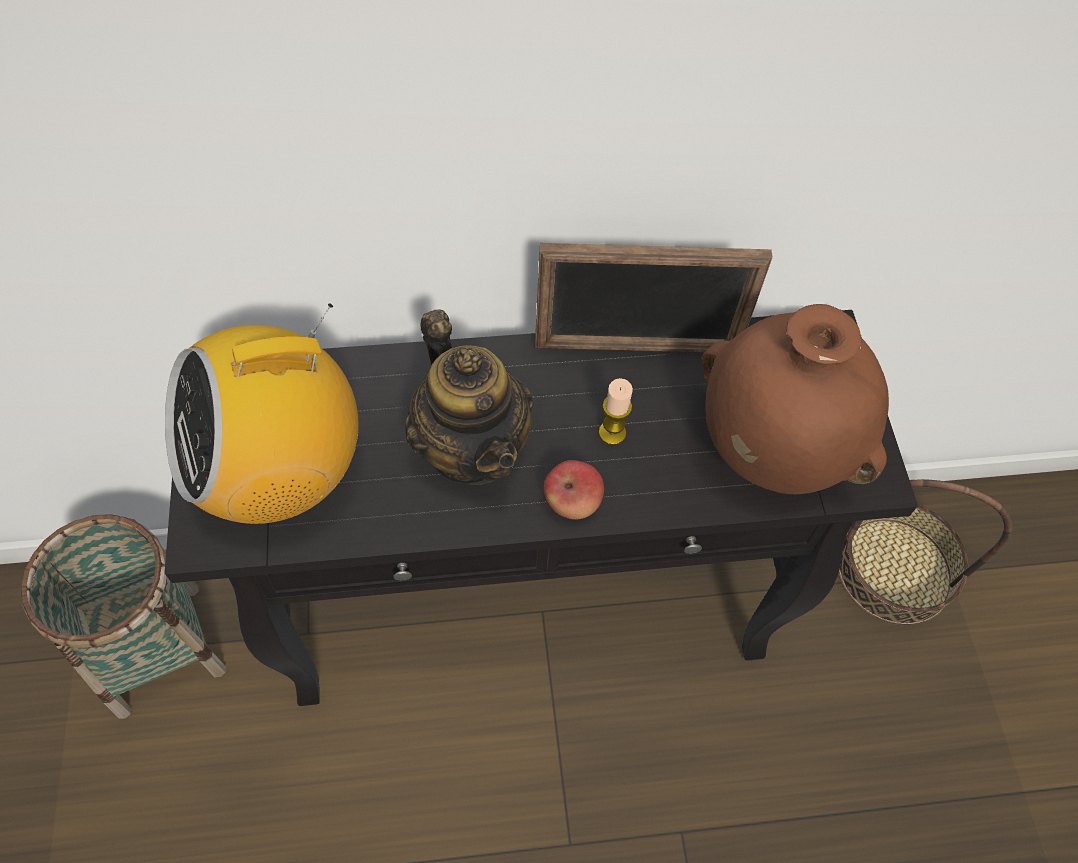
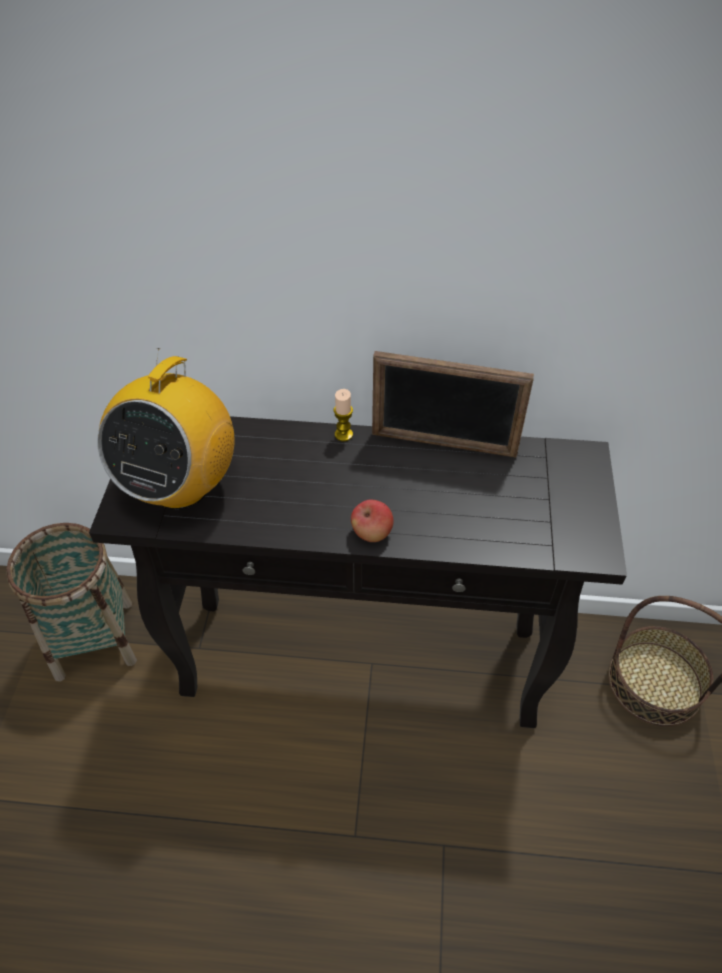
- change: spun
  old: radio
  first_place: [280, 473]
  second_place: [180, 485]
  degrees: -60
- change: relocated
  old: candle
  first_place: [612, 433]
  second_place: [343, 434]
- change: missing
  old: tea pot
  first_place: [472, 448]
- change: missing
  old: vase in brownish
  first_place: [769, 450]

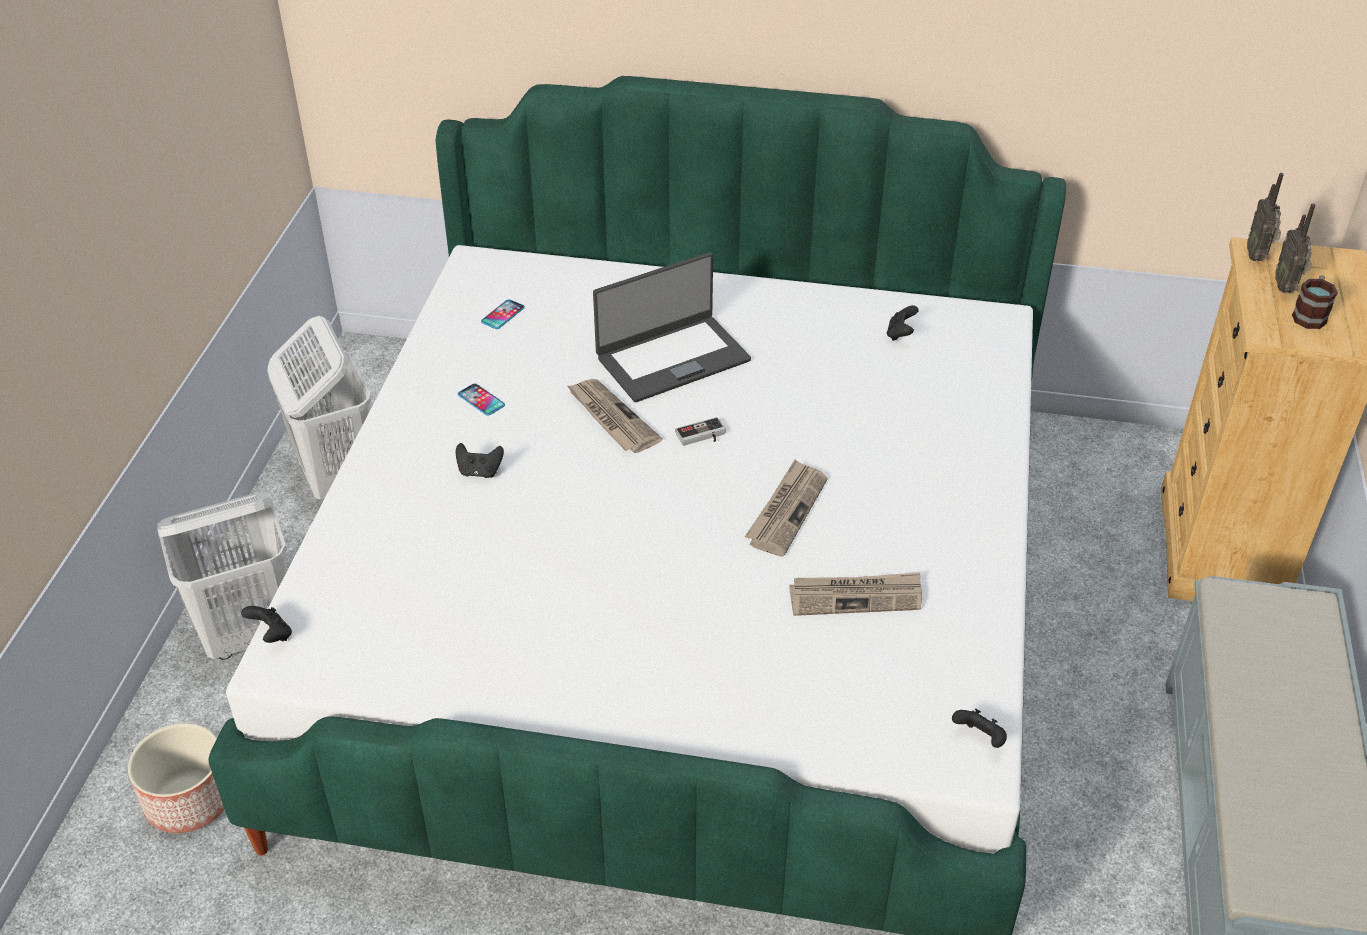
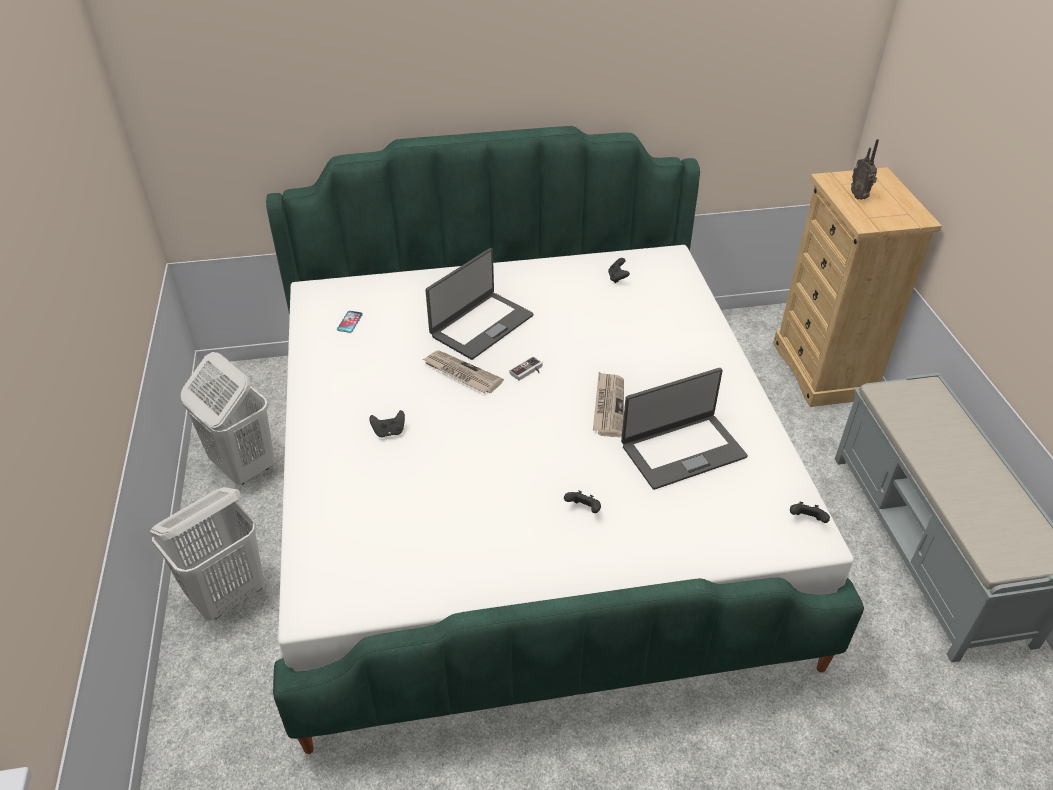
- change: relocated
  old: game controller in black-coloured
  first_place: [271, 635]
  second_place: [583, 509]
- change: exchanged
  old: printed paper
  new: notebook computer
  first_place: [856, 596]
  second_place: [682, 450]
- change: missing
  old: planter
  first_place: [189, 800]
- change: missing
  old: handset
  first_place: [481, 400]
- change: missing
  old: radio
  first_place: [1257, 256]
- change: missing
  old: coffee mug
  first_place: [1310, 314]

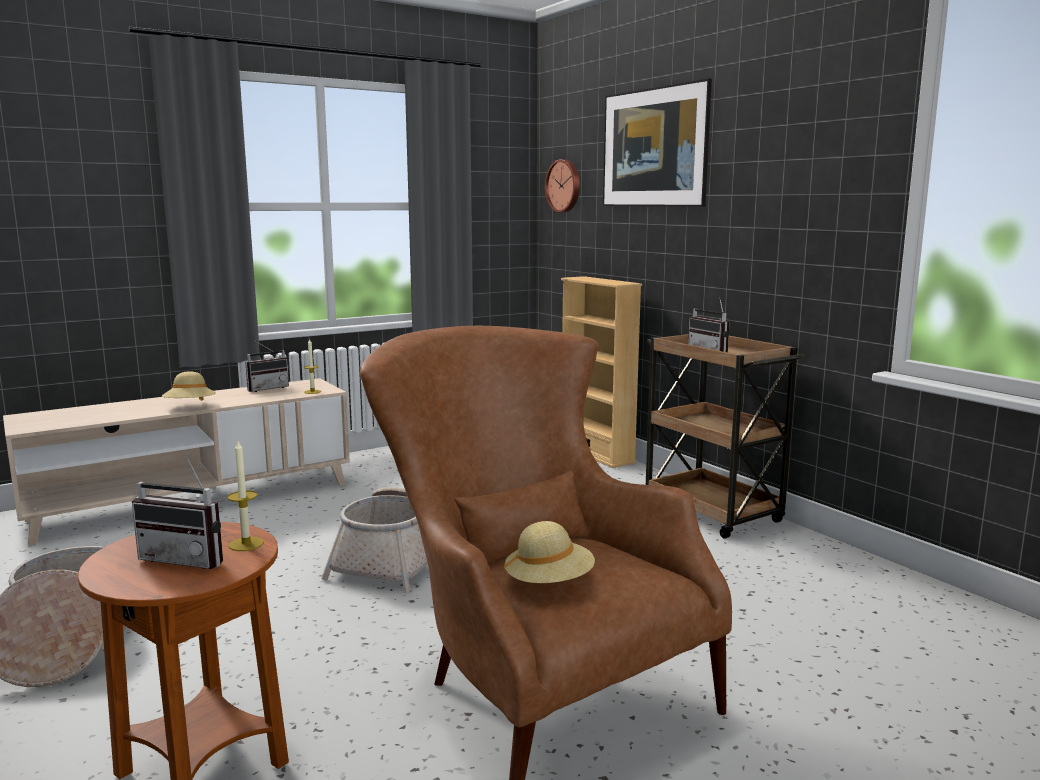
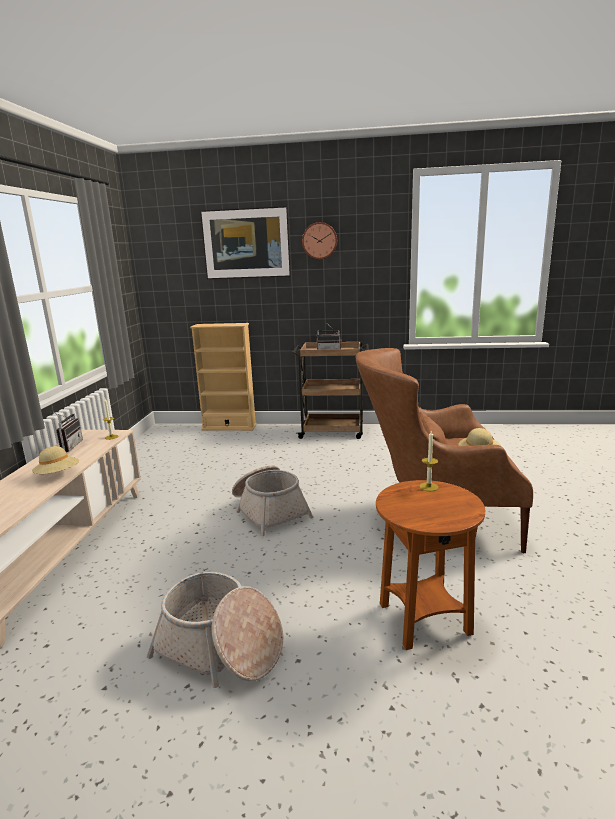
- change: relocated
  old: wall clock
  first_place: [564, 186]
  second_place: [319, 240]
- change: missing
  old: radio
  first_place: [188, 558]

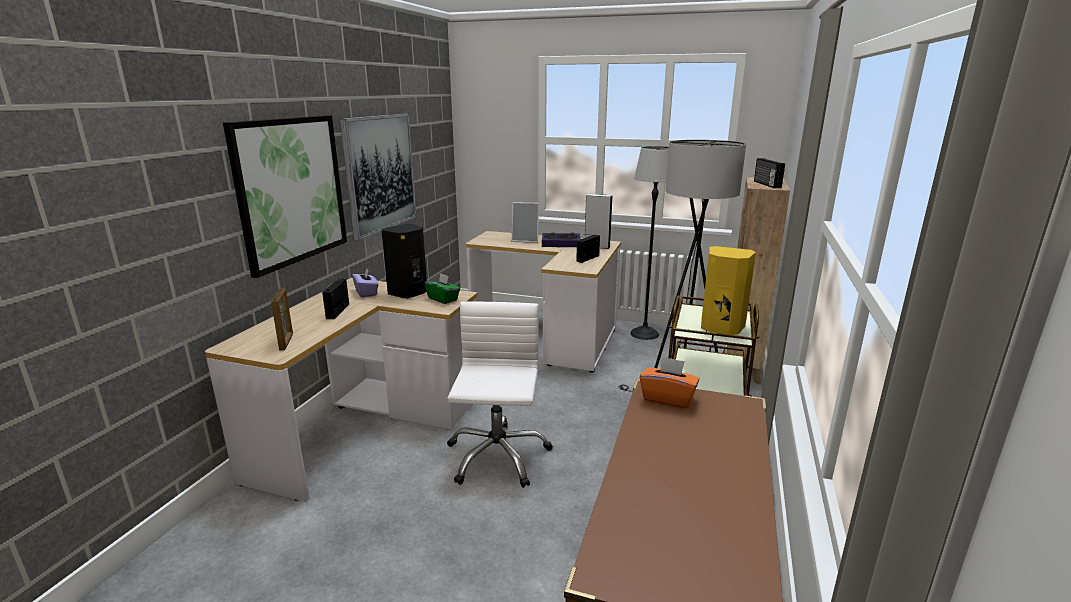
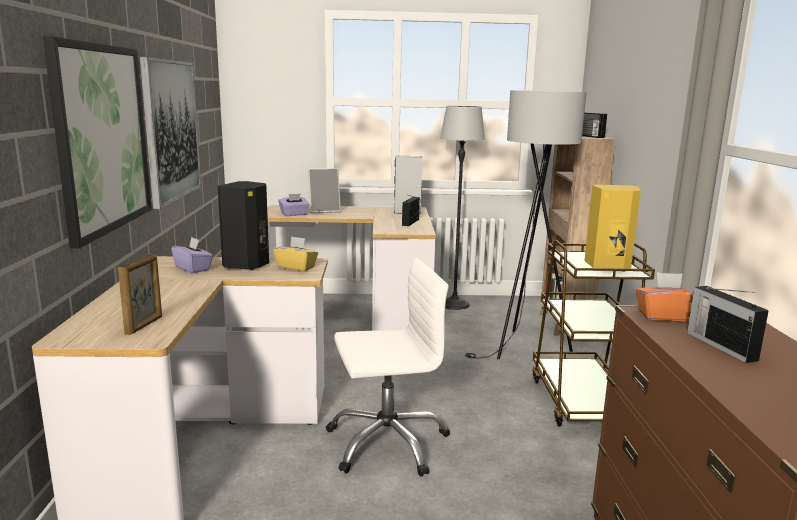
- change: spun
  old: photo frame
  first_place: [286, 342]
  second_place: [144, 325]
  degrees: 45
- change: colour
  old: tissue holder in greenish
  new: tissue holder in yellow-coloured
  first_place: [443, 299]
  second_place: [296, 267]
- change: appeared
  new: tissue holder in purple
  second_place: [294, 214]
- change: spun
  old: office chair in white
  first_place: [497, 456]
  second_place: [387, 442]
  degrees: 90
- change: relocated
  old: radio
  first_place: [338, 311]
  second_place: [720, 345]
- change: missing
  old: volume
  first_place: [561, 243]

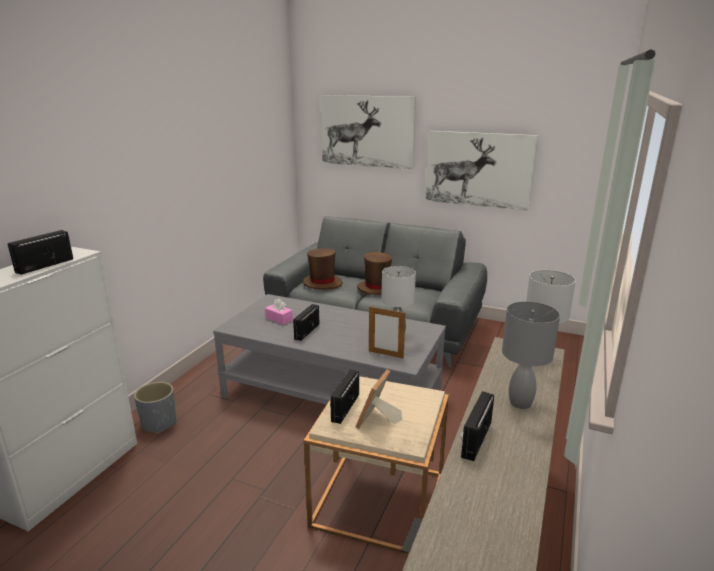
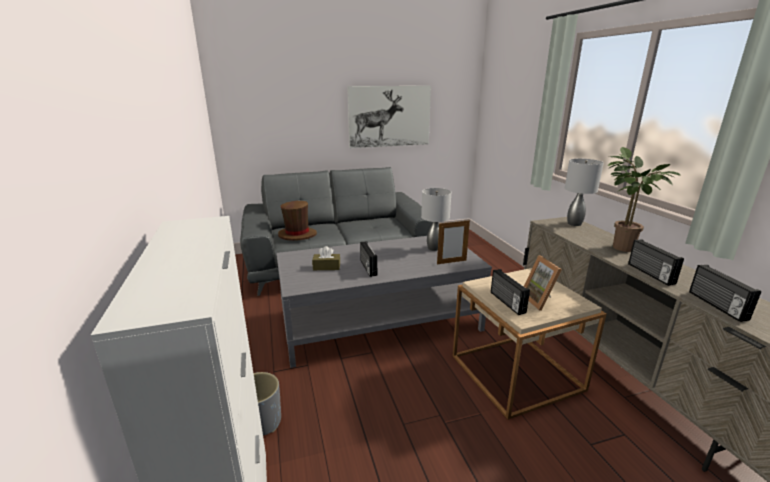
- change: colour
  old: tissue holder in pinkish
  new: tissue holder in brownish
  first_place: [279, 319]
  second_place: [326, 267]
- change: exchanged
  old: table lamp in grey
  new: houseplant
  first_place: [519, 402]
  second_place: [619, 247]
- change: relocated
  old: radio
  first_place: [44, 265]
  second_place: [716, 305]
- change: missing
  old: wall art
  first_place: [367, 131]
- change: missing
  old: wearable hat in brownish
  first_place: [376, 288]

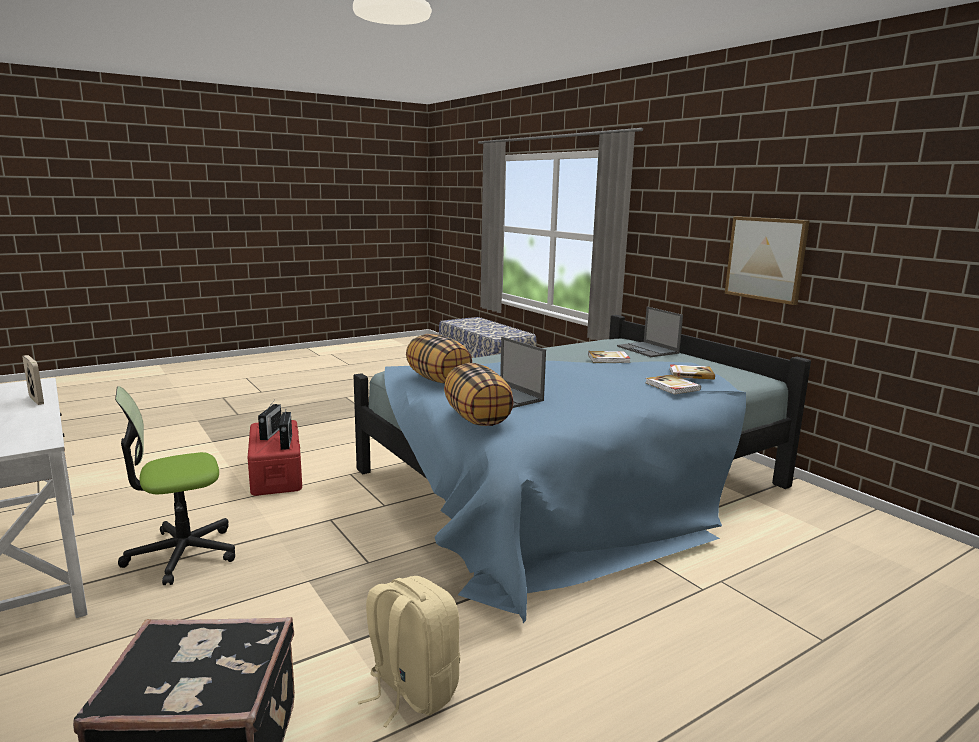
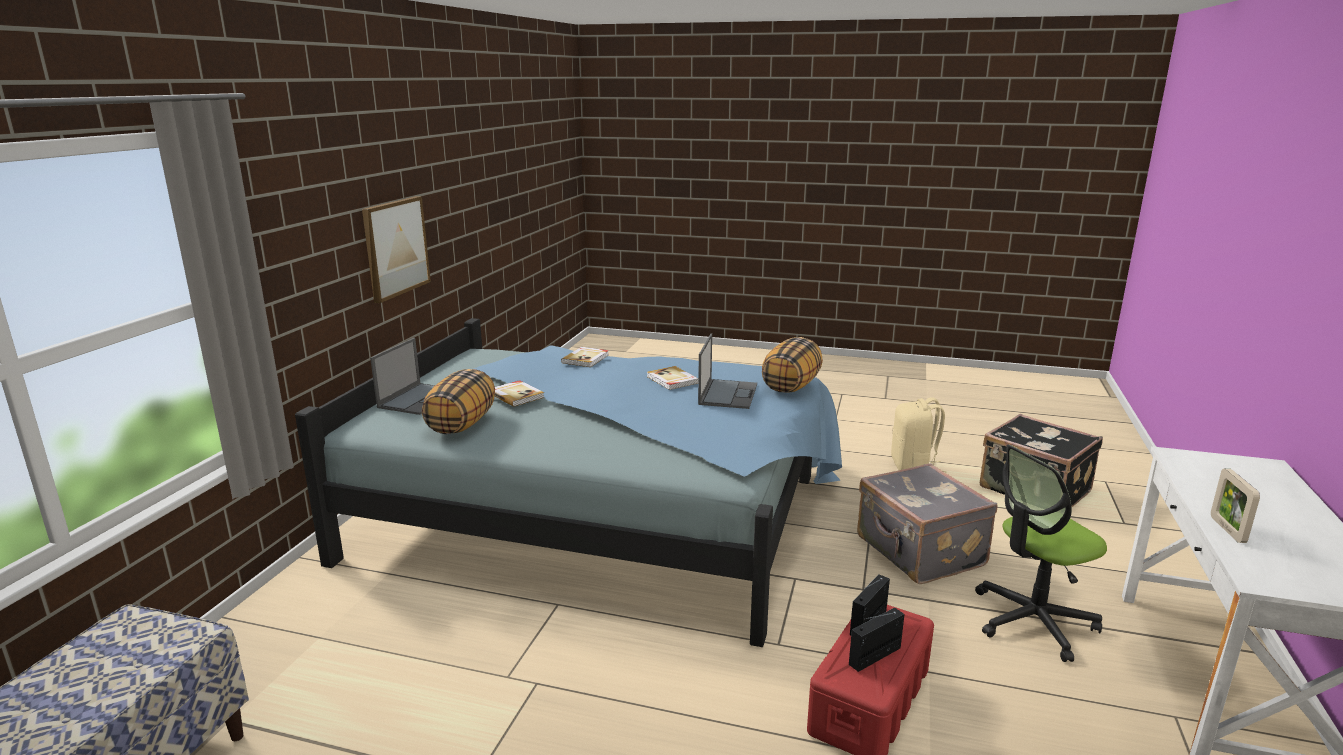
- change: relocated
  old: throw pillow
  first_place: [439, 380]
  second_place: [461, 424]
- change: relocated
  old: volume
  first_place: [690, 374]
  second_place: [672, 380]
- change: appeared
  new: travel case in grey
  second_place: [918, 552]
- change: spun
  old: office chair
  first_place: [182, 554]
  second_place: [1032, 621]
  degrees: 135

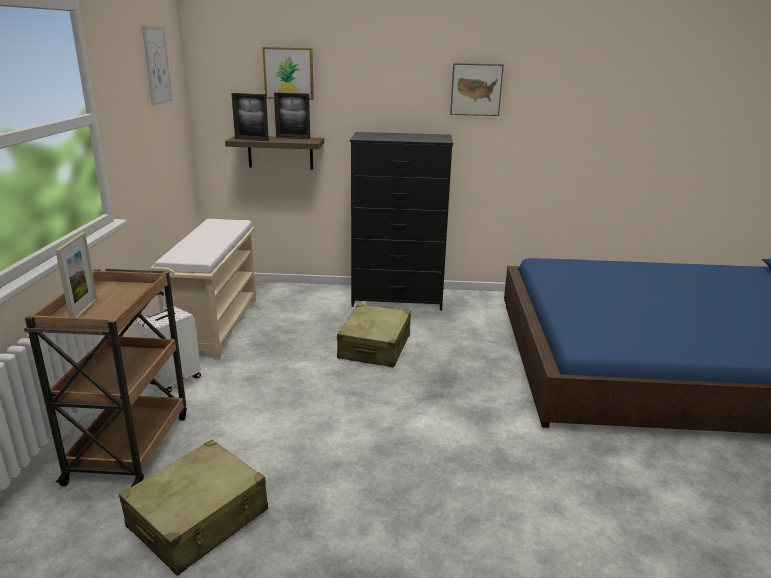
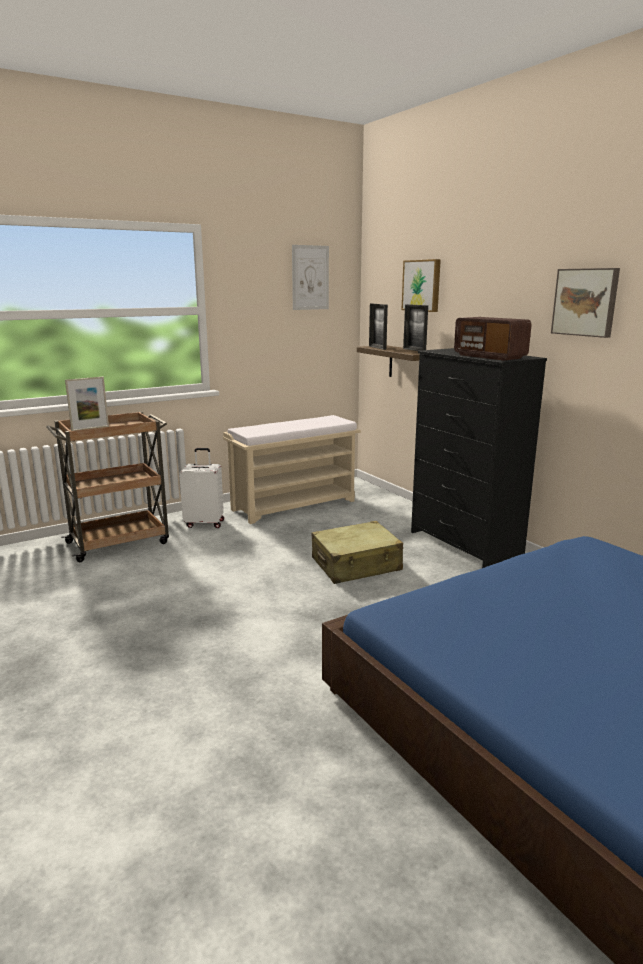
- change: appeared
  new: radio
  second_place: [489, 356]
- change: missing
  old: travel case in sand-coloured
  first_place: [199, 519]

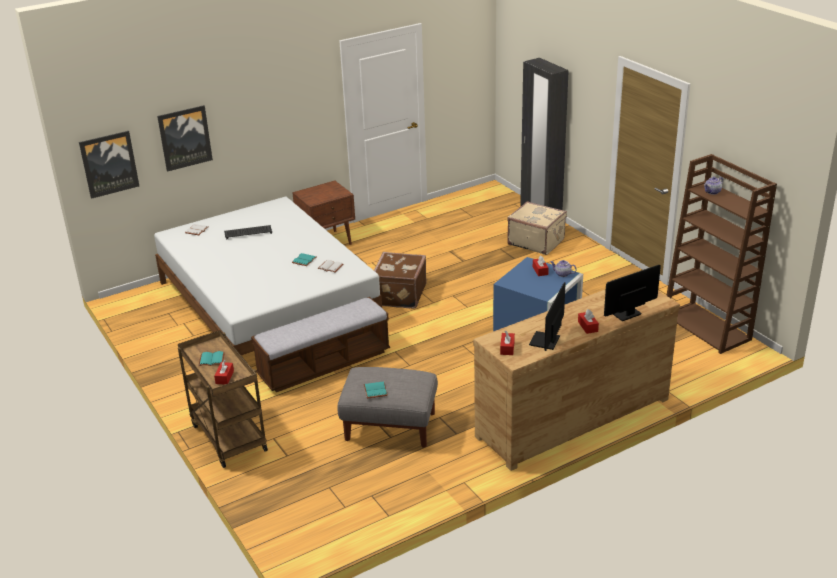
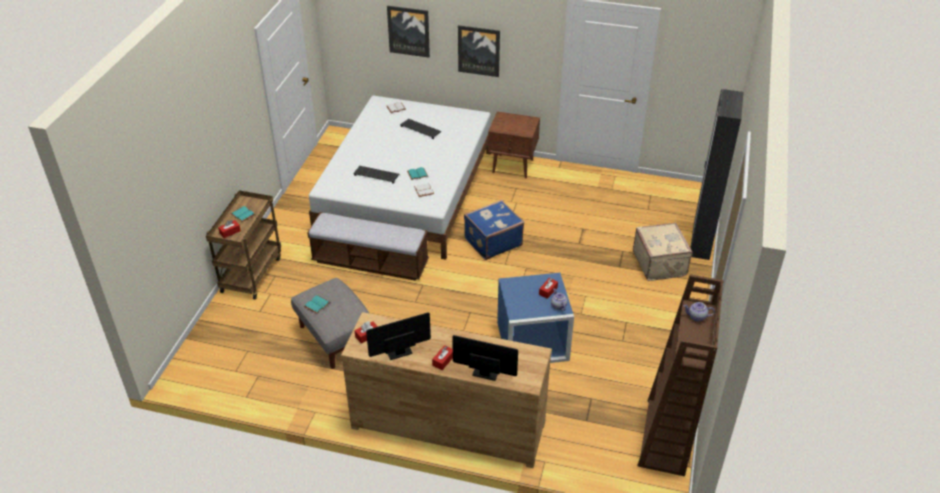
- change: appeared
  new: computer keyboard
  second_place: [377, 175]
- change: relocated
  old: wall art
  first_place: [109, 164]
  second_place: [479, 50]
- change: colour
  old: travel case in brownish
  new: travel case in blue-coloured
  first_place: [398, 295]
  second_place: [492, 241]

